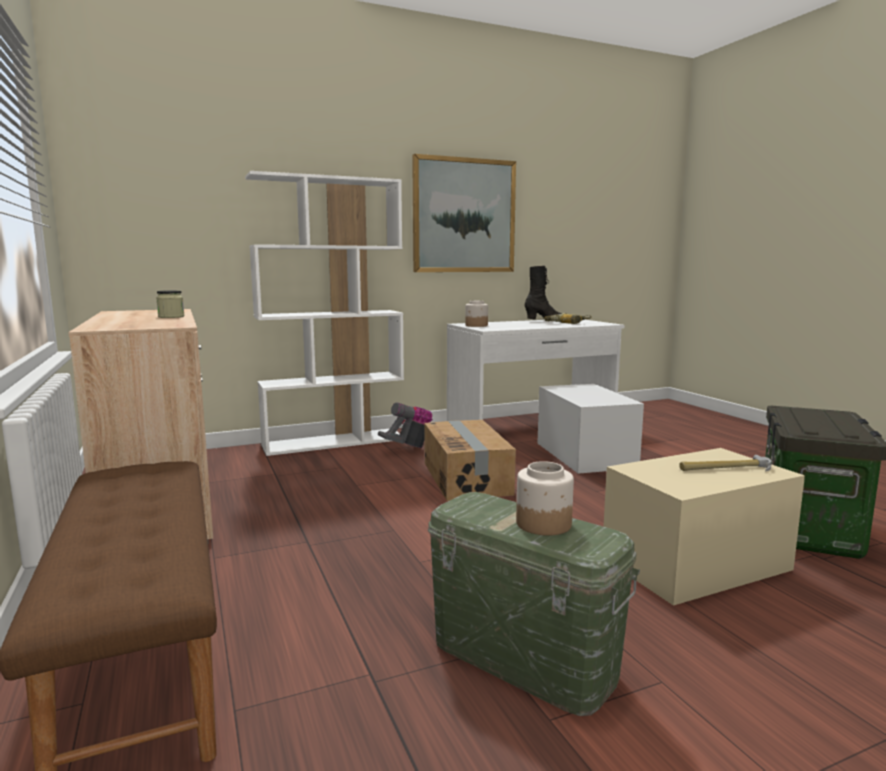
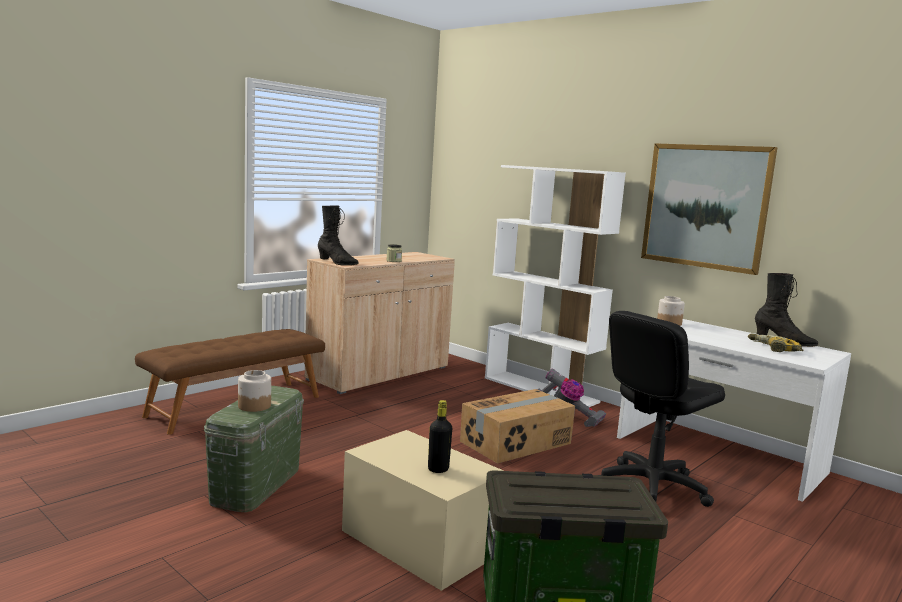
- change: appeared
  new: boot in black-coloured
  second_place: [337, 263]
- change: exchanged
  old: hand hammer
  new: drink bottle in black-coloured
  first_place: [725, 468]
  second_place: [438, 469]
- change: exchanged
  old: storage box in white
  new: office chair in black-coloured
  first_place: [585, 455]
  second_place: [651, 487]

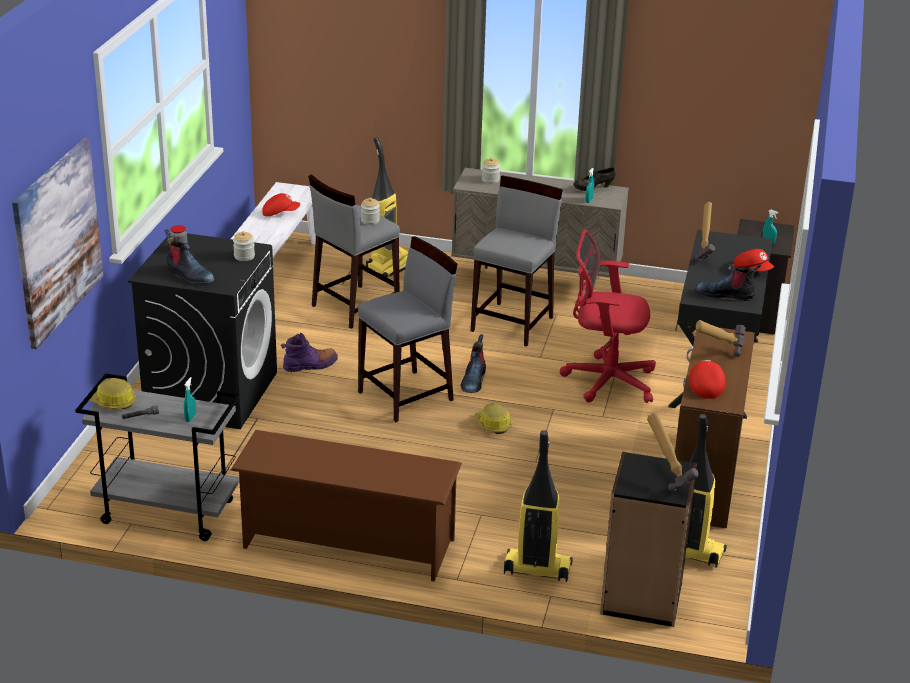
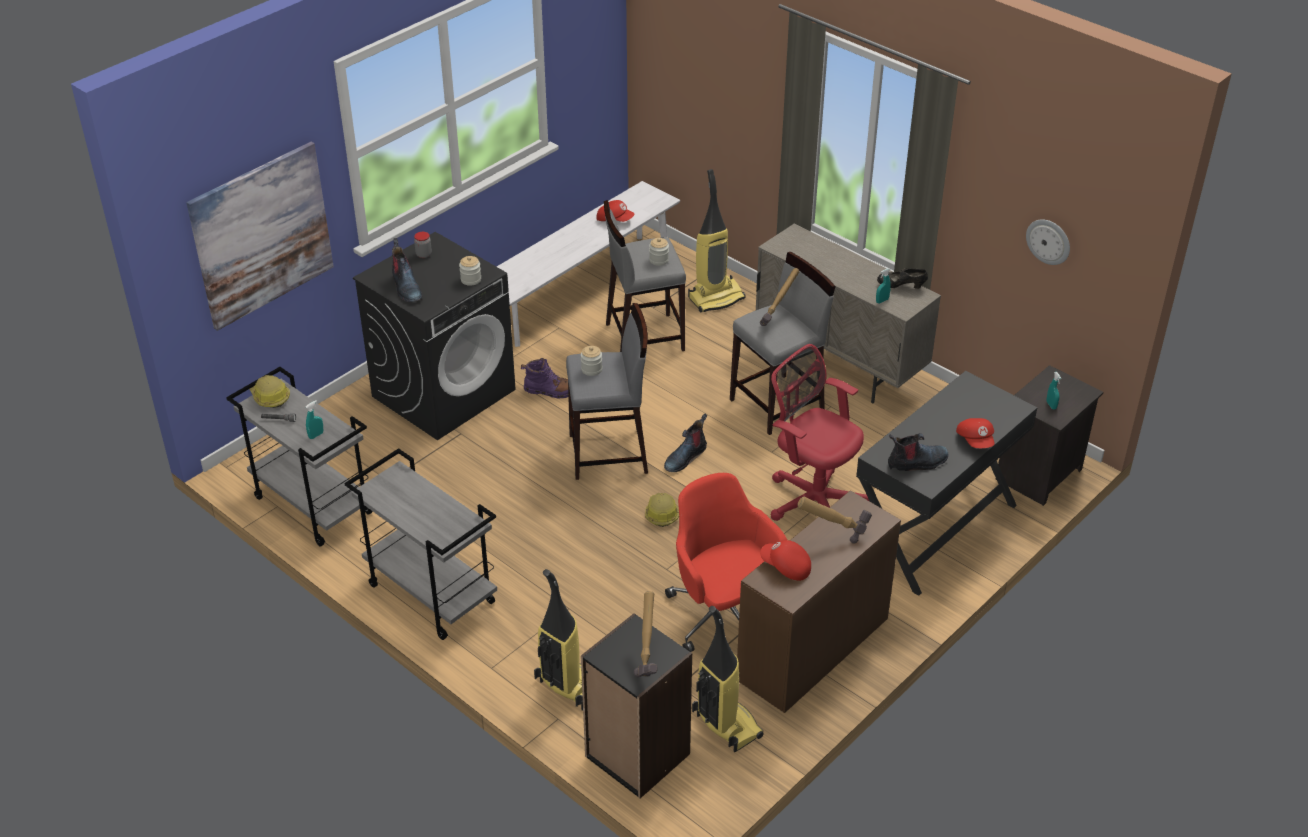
- change: exchanged
  old: shoe stand in brownish
  new: cart in grey
  first_place: [347, 544]
  second_place: [430, 594]
- change: relocated
  old: jar
  first_place: [490, 180]
  second_place: [591, 369]
- change: appeared
  new: office chair in red
  second_place: [725, 615]
- change: relocated
  old: hand hammer
  first_place: [705, 254]
  second_place: [779, 320]
- change: spun
  old: peaked cap in red
  first_place: [705, 386]
  second_place: [785, 567]
  degrees: -90
- change: spun
  old: boot
  first_place: [726, 295]
  second_place: [916, 463]
  degrees: 120
- change: appeared
  new: wall clock
  second_place: [1048, 241]

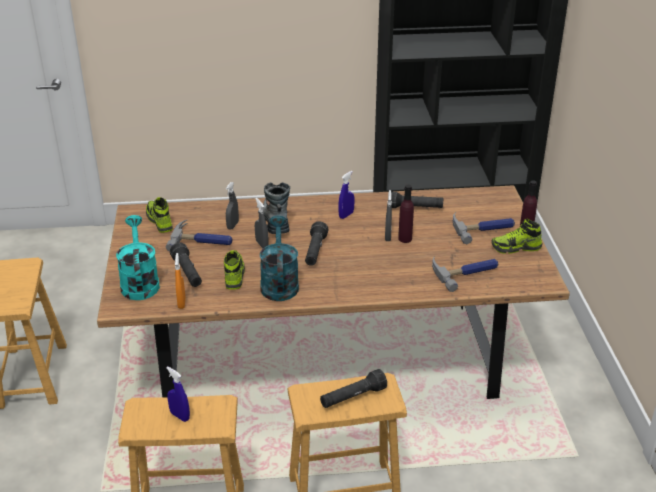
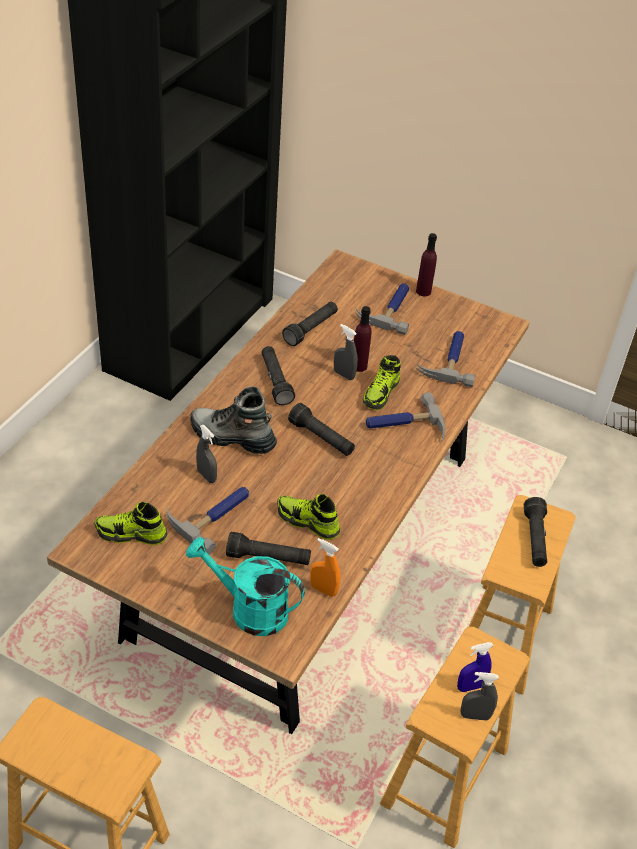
- change: exchanged
  old: hand sprayer in blue-coloured
  new: flashlight in black-coloured
  first_place: [346, 215]
  second_place: [275, 381]
- change: relocated
  old: item of footwear
  first_place: [516, 248]
  second_place: [381, 393]
- change: appeared
  new: hand hammer
  second_place: [404, 425]
- change: relocated
  old: hand sprayer in grey
  first_place: [262, 244]
  second_place: [475, 716]
- change: missing
  old: watering can in blue-green
  first_place: [279, 283]

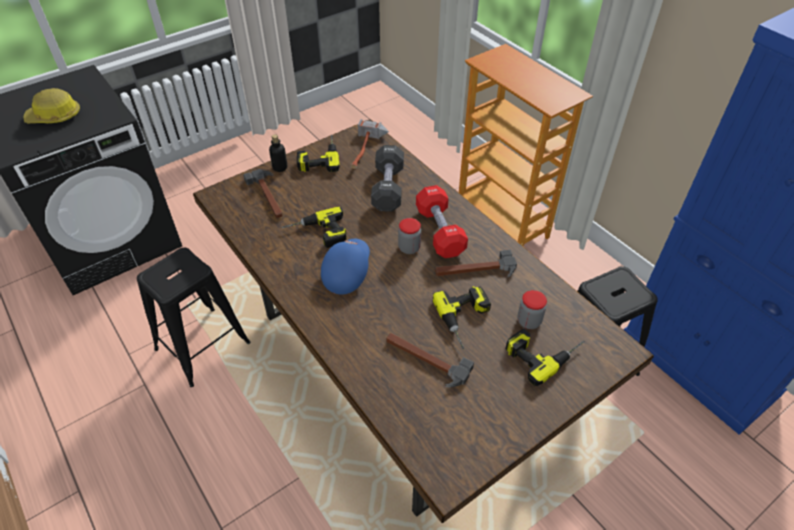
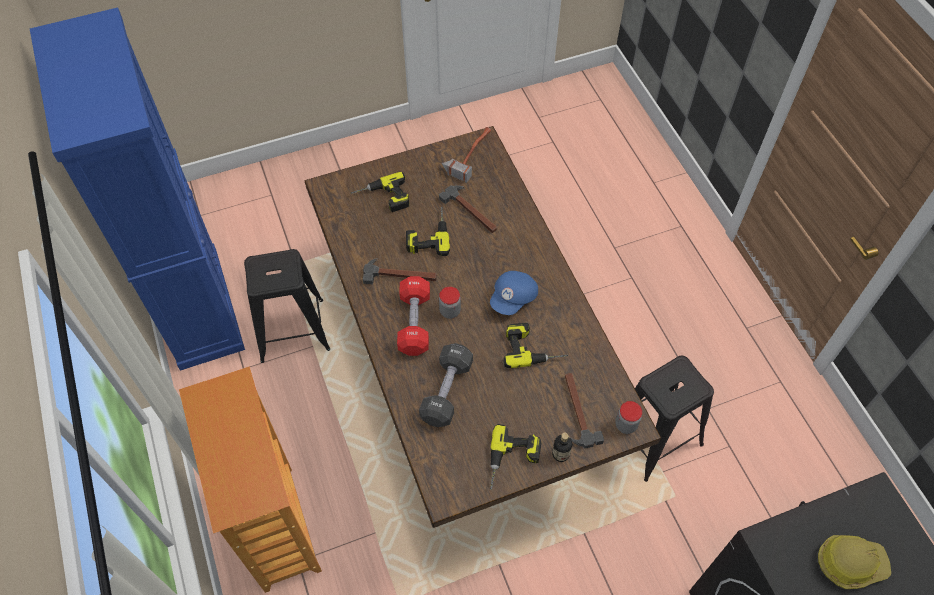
- change: relocated
  old: hand hammer
  first_place: [367, 152]
  second_place: [469, 154]
- change: relocated
  old: jar
  first_place: [529, 321]
  second_place: [626, 425]

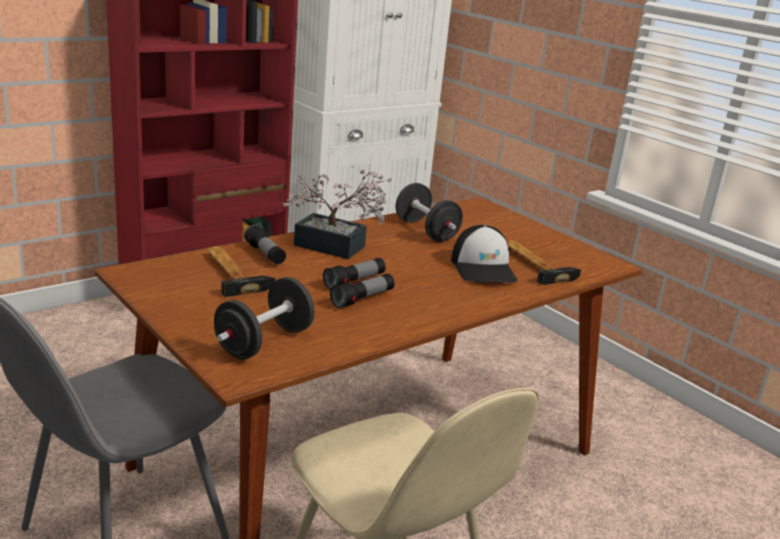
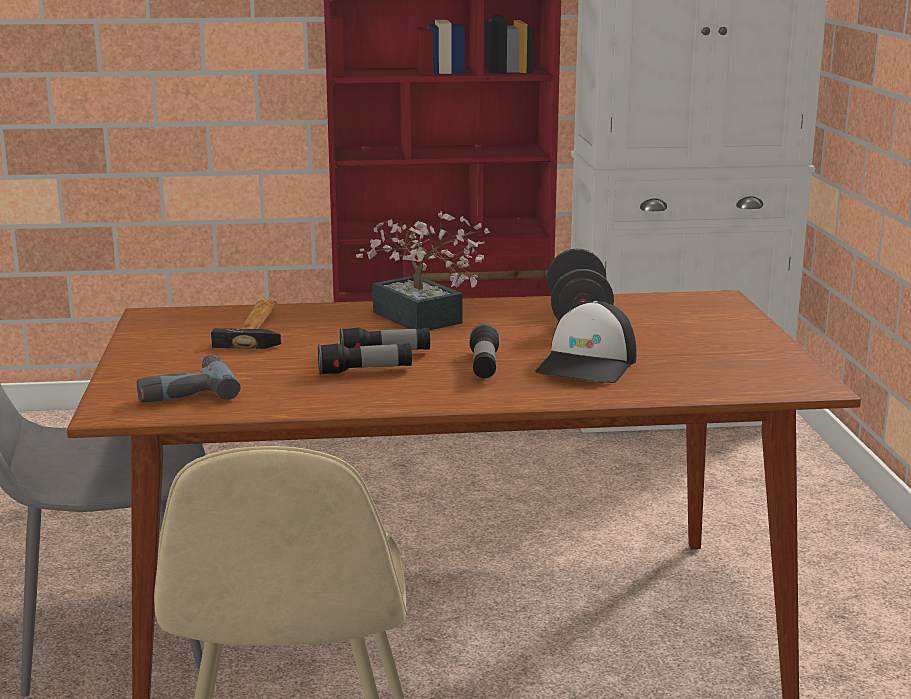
- change: exchanged
  old: hand weight in black-coloured
  new: power drill
  first_place: [264, 342]
  second_place: [185, 390]
- change: relocated
  old: flashlight
  first_place: [265, 254]
  second_place: [484, 366]
- change: missing
  old: hand hammer
  first_place: [535, 264]

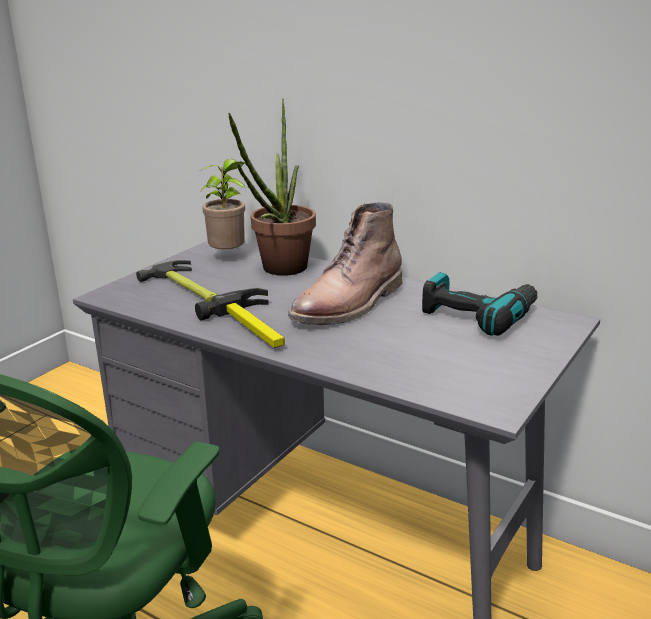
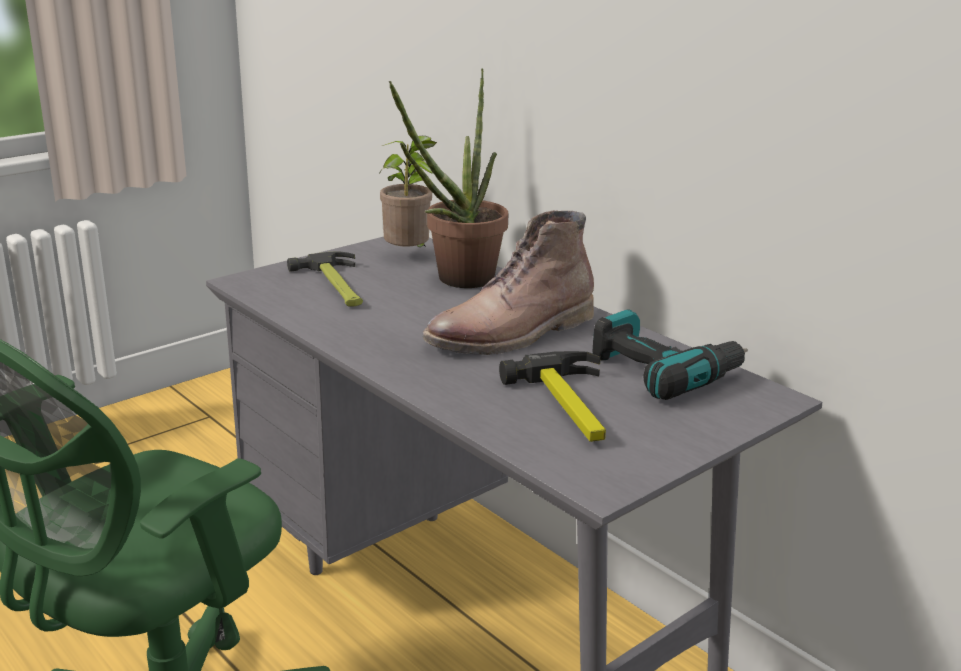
- change: relocated
  old: hand hammer
  first_place: [255, 327]
  second_place: [572, 407]

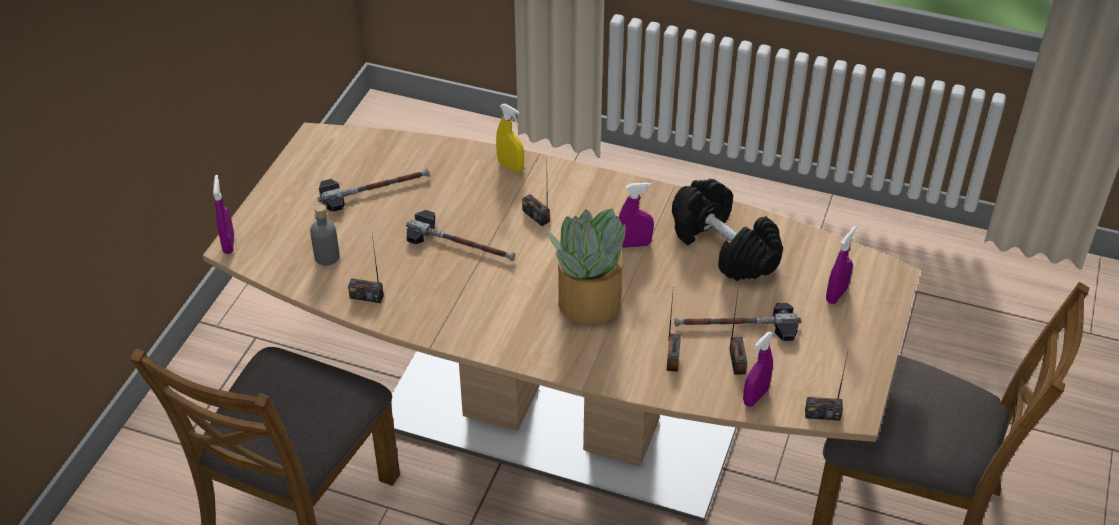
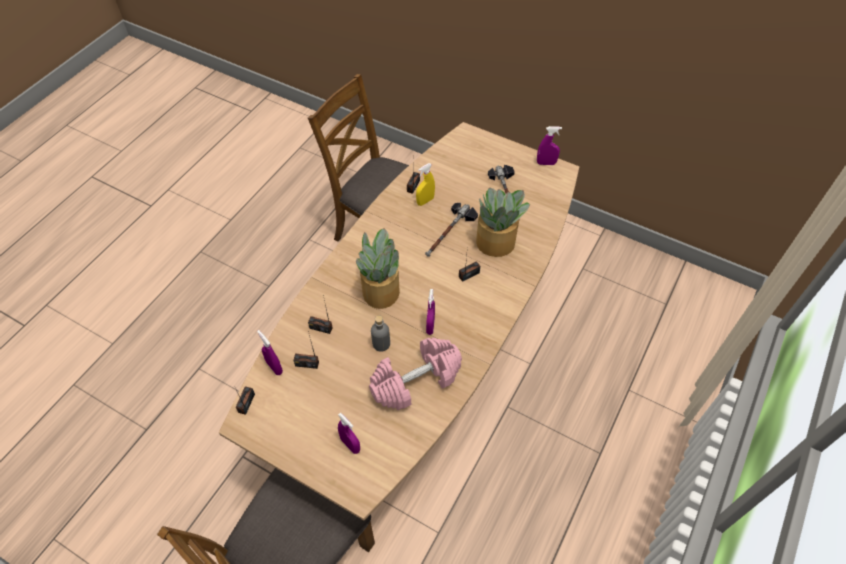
- change: colour
  old: hand weight in black-coloured
  new: hand weight in pinkish
  first_place: [723, 247]
  second_place: [416, 380]
- change: relocated
  old: drink bottle in grey
  first_place: [327, 257]
  second_place: [381, 344]
- change: relocated
  old: hand sprayer in yellow-coloured
  first_place: [510, 166]
  second_place: [425, 201]
- change: appeared
  new: houseplant
  second_place: [496, 243]
- change: relocated
  old: hand sprayer in purple
  first_place: [229, 244]
  second_place: [546, 163]
- change: missing
  old: hand hammer
  first_place: [736, 327]

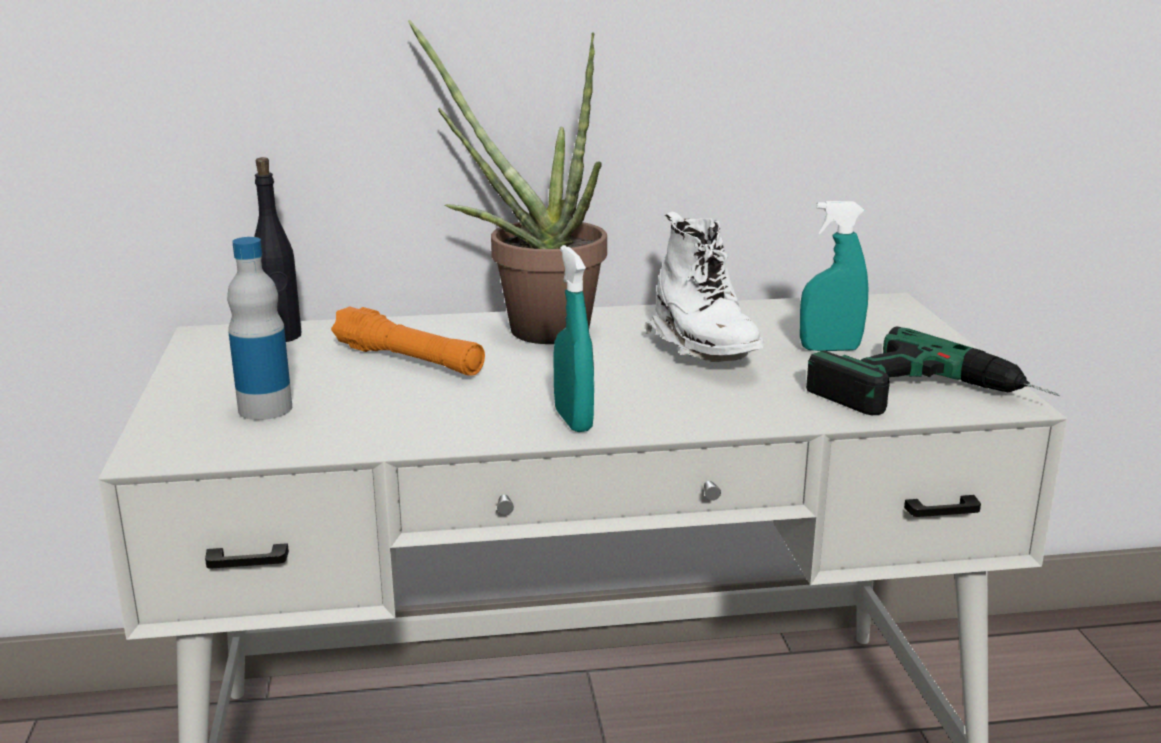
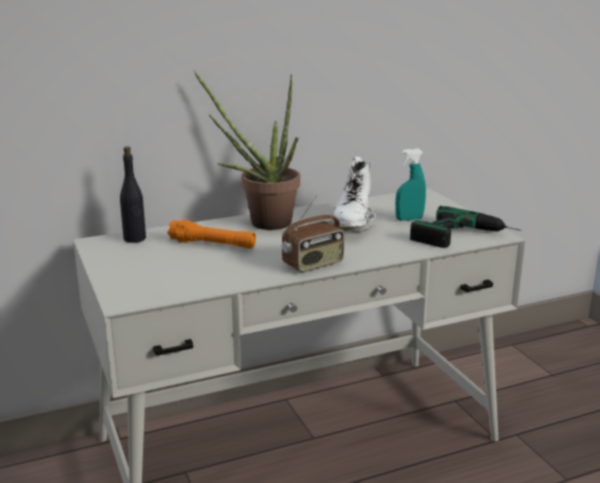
- change: exchanged
  old: hand sprayer in blue-green
  new: radio
  first_place: [573, 420]
  second_place: [313, 264]
- change: spun
  old: boot in white
  first_place: [704, 351]
  second_place: [352, 225]
  degrees: 45
- change: missing
  old: drink bottle
  first_place: [265, 409]

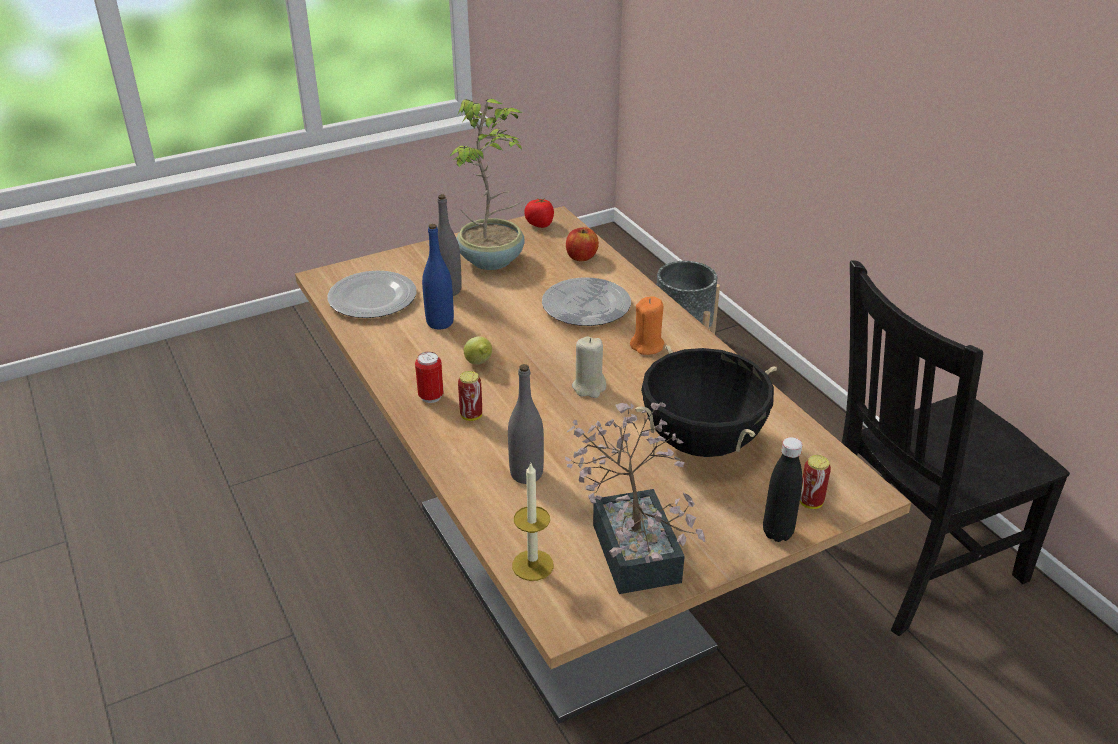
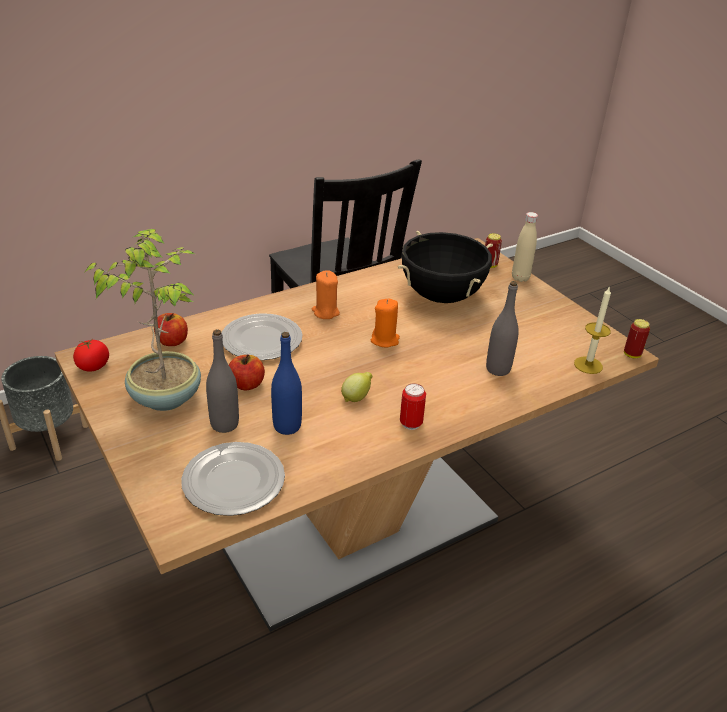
- change: appeared
  new: apple fruit
  second_place: [246, 384]
- change: colour
  old: candle in sand-coloured
  new: candle in orange-coloured
  first_place: [589, 387]
  second_place: [385, 340]
- change: colour
  old: drink bottle in black-coloured
  new: drink bottle in sand-coloured
  first_place: [777, 533]
  second_place: [520, 278]
- change: relocated
  old: metal can
  first_place: [471, 416]
  second_place: [632, 355]
- change: missing
  old: houseplant
  first_place: [633, 543]

